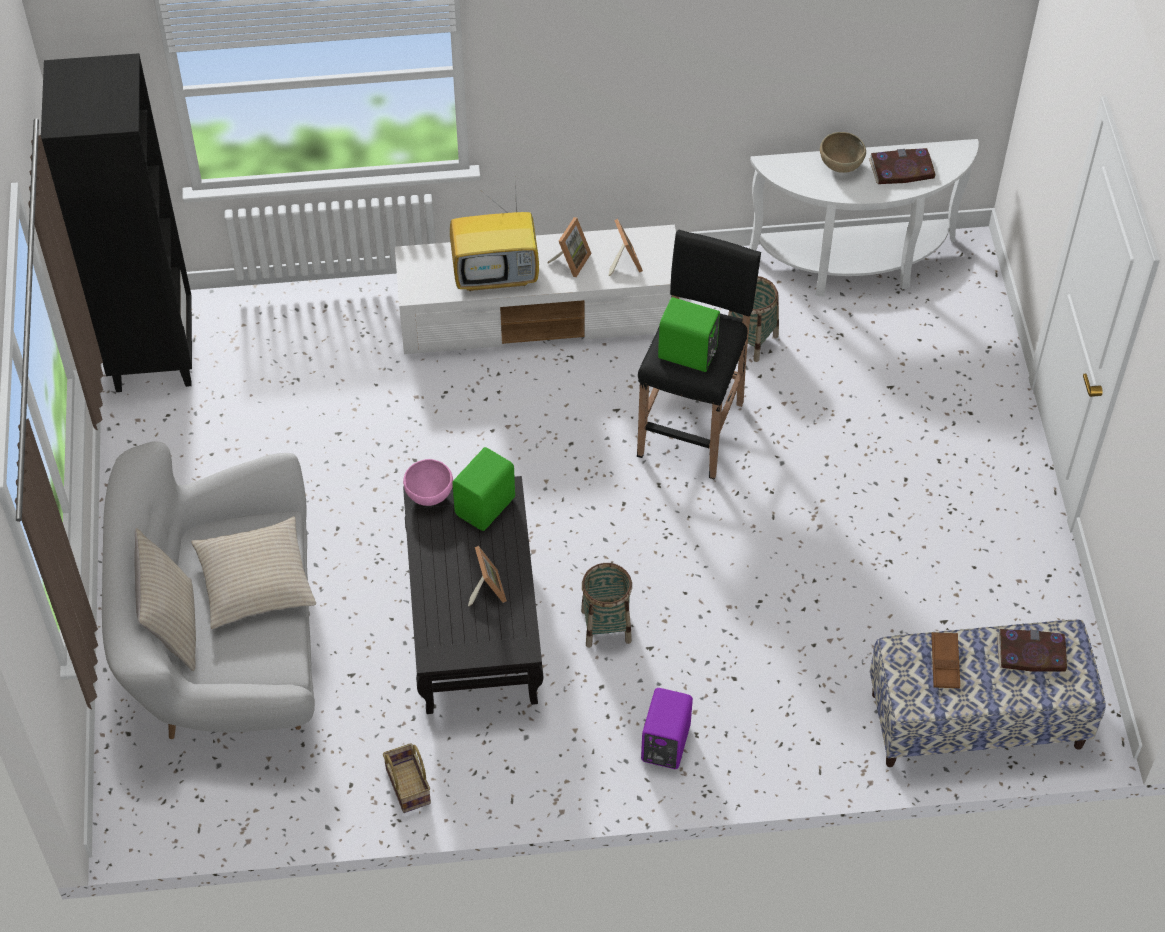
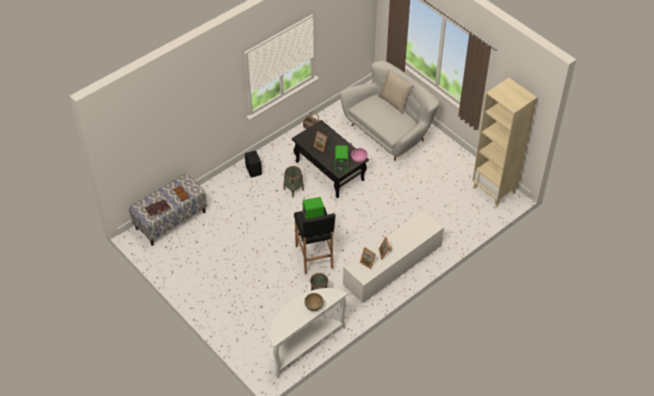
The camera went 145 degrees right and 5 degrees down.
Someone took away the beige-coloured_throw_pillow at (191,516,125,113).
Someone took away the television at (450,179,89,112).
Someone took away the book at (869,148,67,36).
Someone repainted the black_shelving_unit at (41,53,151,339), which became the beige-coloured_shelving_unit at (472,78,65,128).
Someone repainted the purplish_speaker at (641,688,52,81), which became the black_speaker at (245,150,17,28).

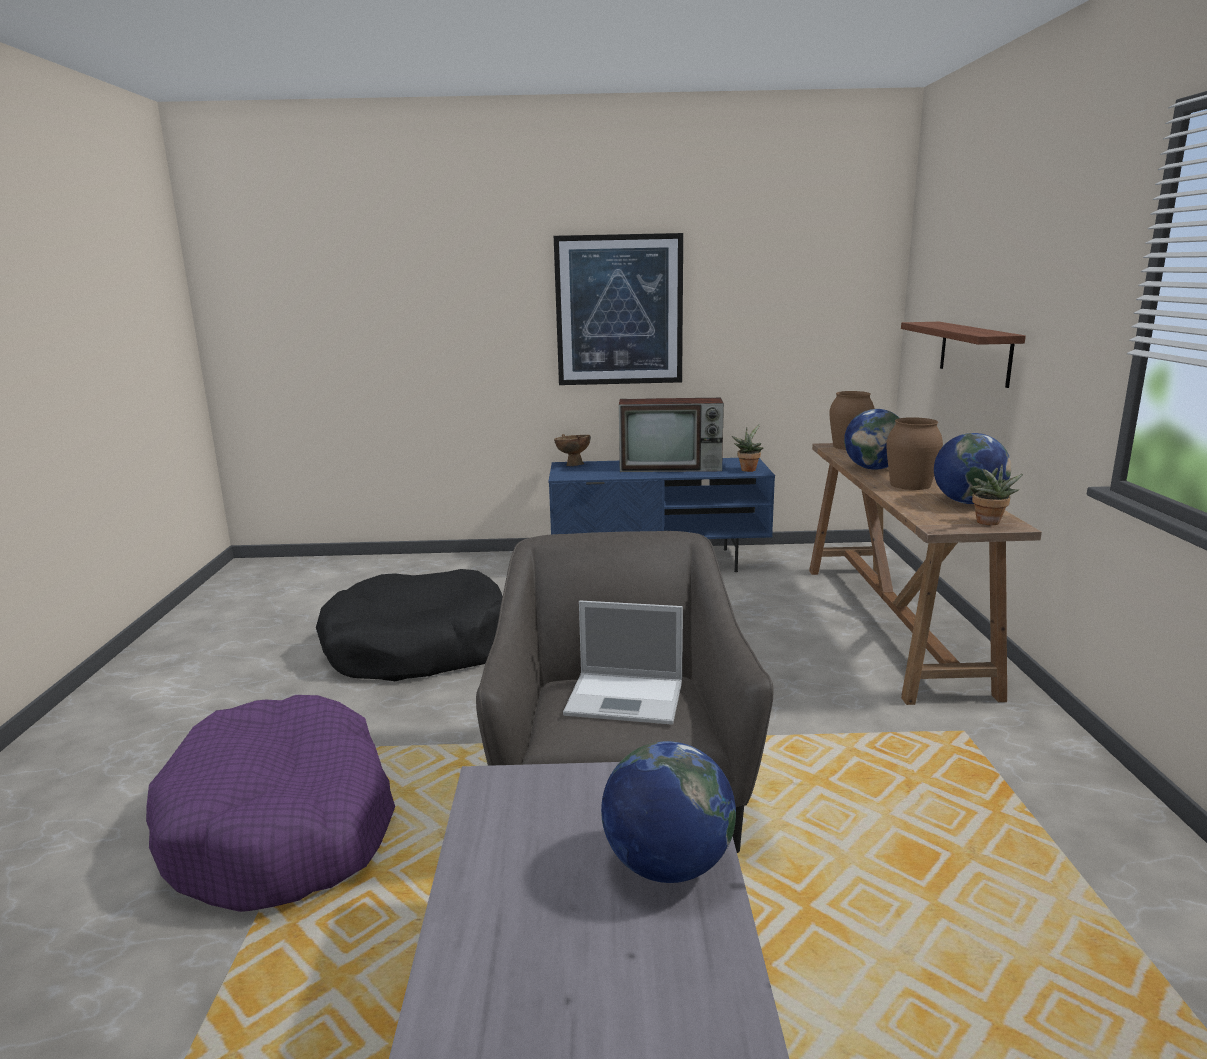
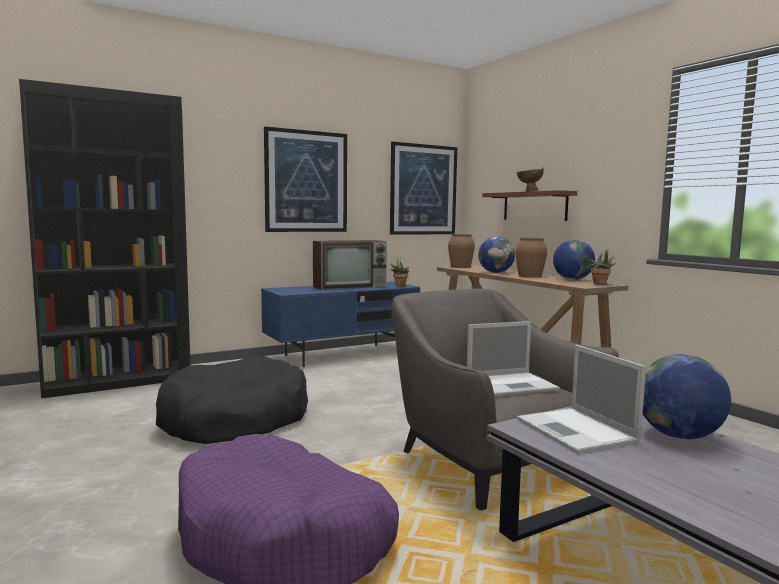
The camera went 30 degrees left and 10 degrees down.
Someone put down the black_shelving_unit at (19,79,171,320).
Someone put up the wall_picture at (390,141,67,94).
Someone put down the portable_computer at (517,345,129,109).
Someone carried the brown-coloured_bowl from (554,434,37,32) to (516,167,28,25).

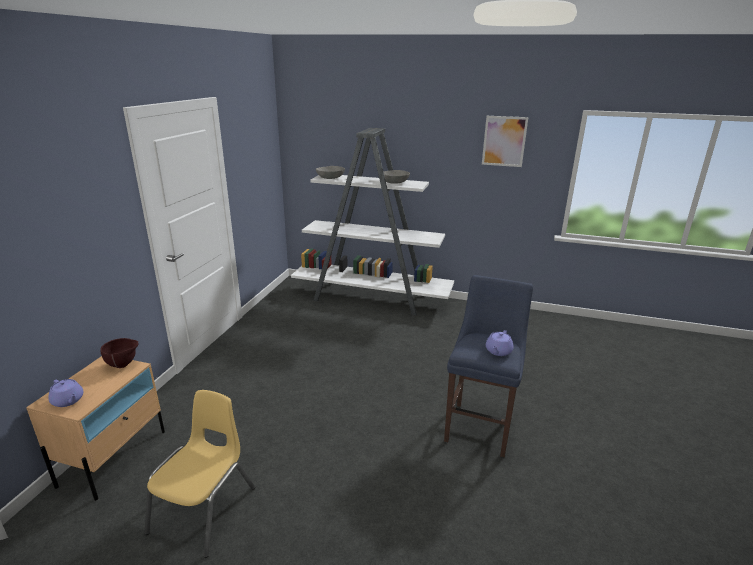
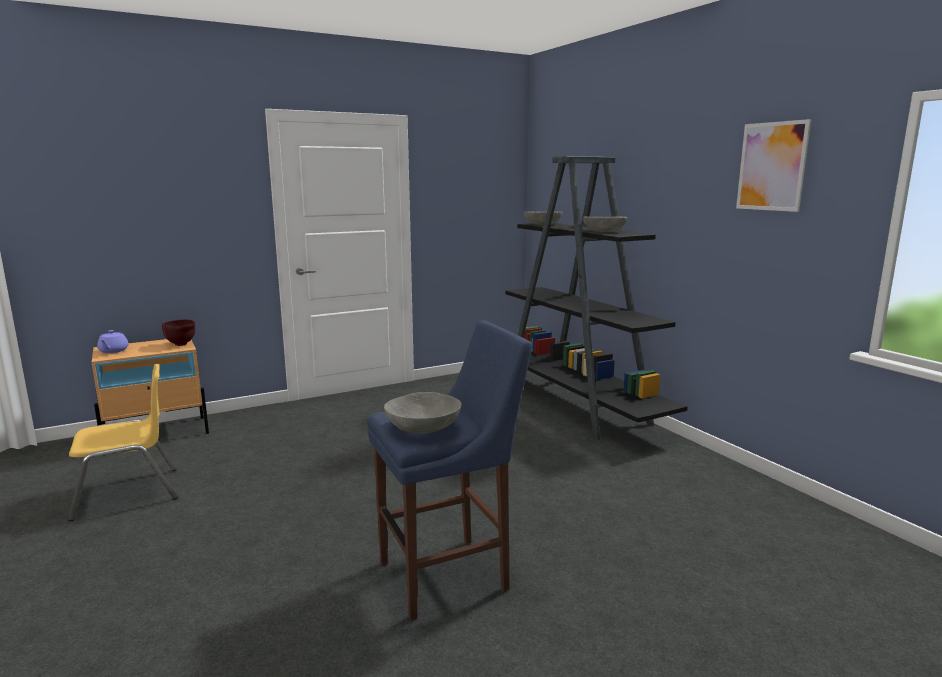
The camera went 45 degrees right and 10 degrees down.
Someone swapped the purplish_tea_pot at (486,330,28,26) for the grey_bowl at (384,392,78,42).
Someone repainted the whitish_shelving_unit at (291,128,163,188), which became the black_shelving_unit at (505,156,182,284).

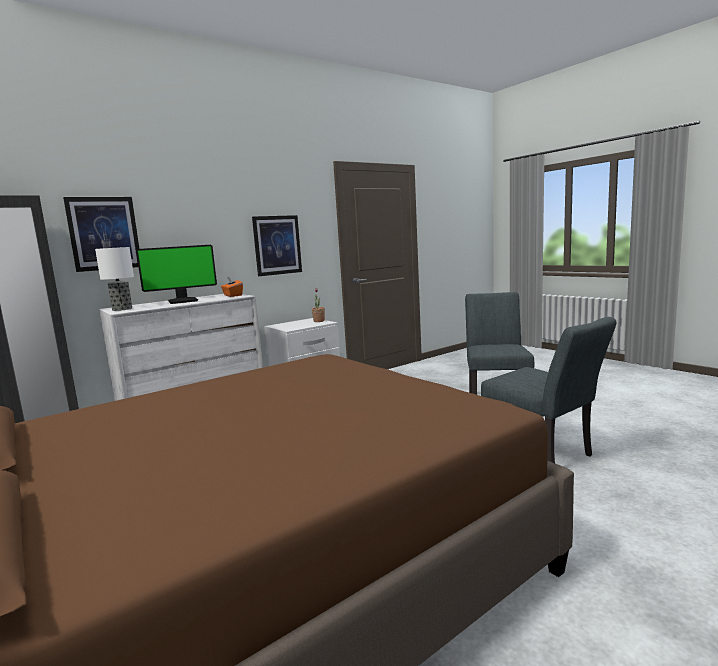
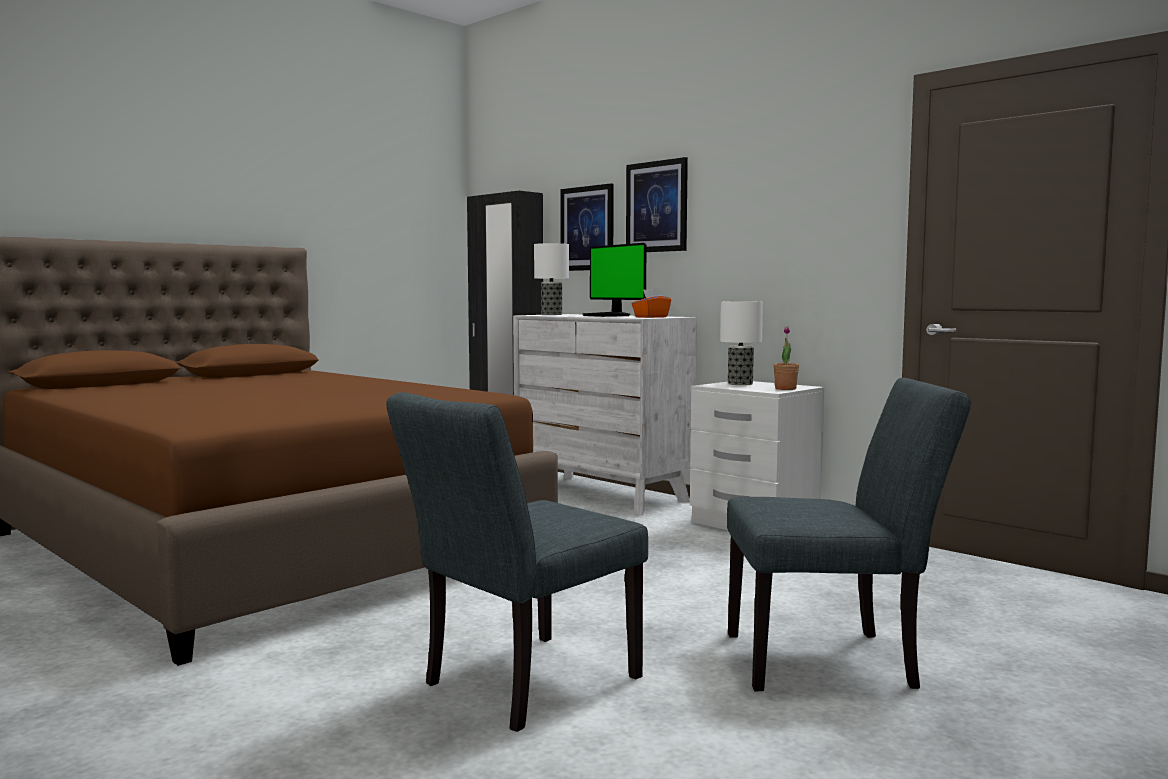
The camera went 80 degrees right and 5 degrees down.
Someone put down the tabletop_lamp at (720,301,43,84).
Someone carried the wall_picture from (252,215,50,61) to (626,157,62,95).

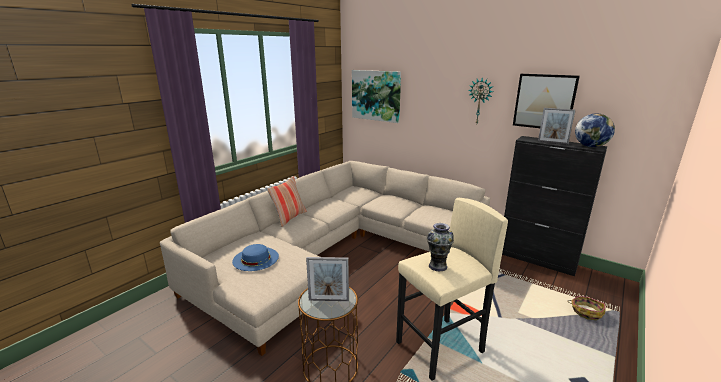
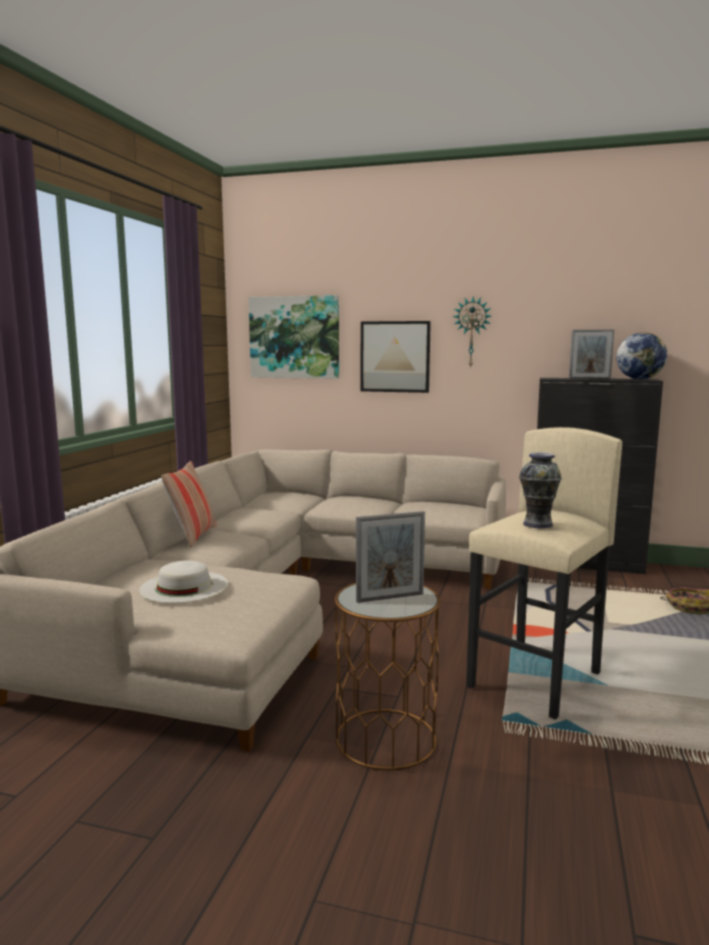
The camera went 20 degrees left and 10 degrees down.
Someone carried the wall_picture from (513,74,67,54) to (361,321,70,72).
Someone repainted the blue-coloured_hat at (232,244,47,27), which became the whitish_hat at (139,560,89,43).

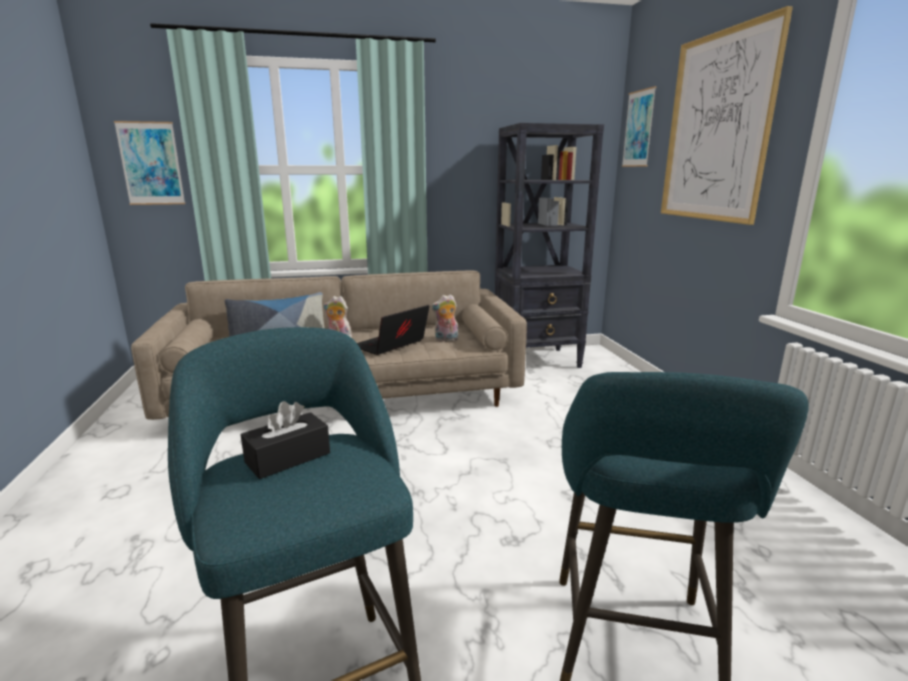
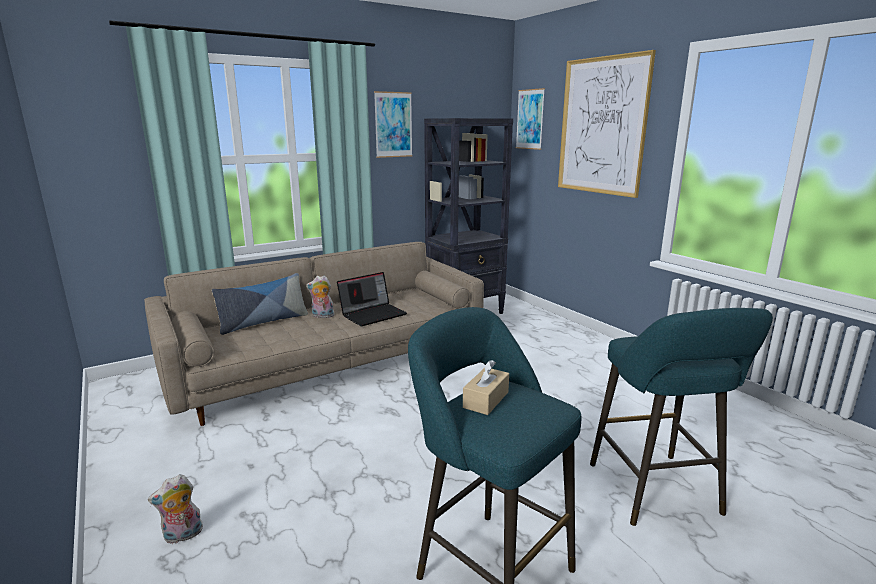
The camera went 20 degrees left and 0 degrees up.
Someone carried the wall_picture from (114,121,71,84) to (374,91,39,67).
Someone carried the cuddly_toy from (430,294,28,48) to (148,474,55,70).
Someone repainted the black_tissue_box at (241,401,89,78), which became the beige-coloured_tissue_box at (463,360,46,55).
Someone rotated the portable_computer at (357,305,72,50) by 150 degrees counterclockwise.

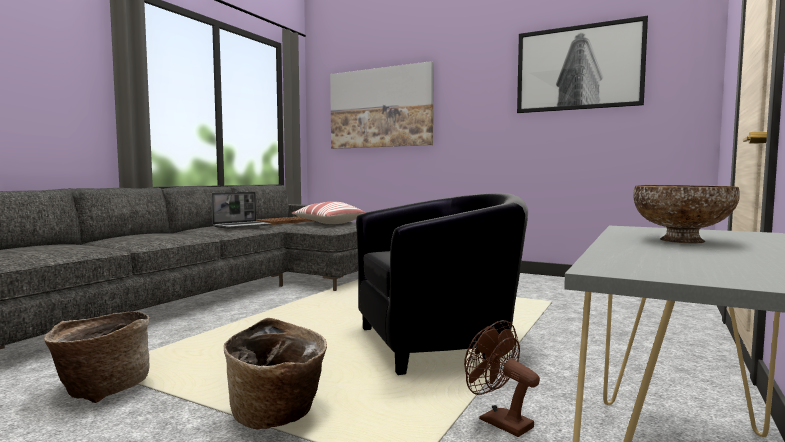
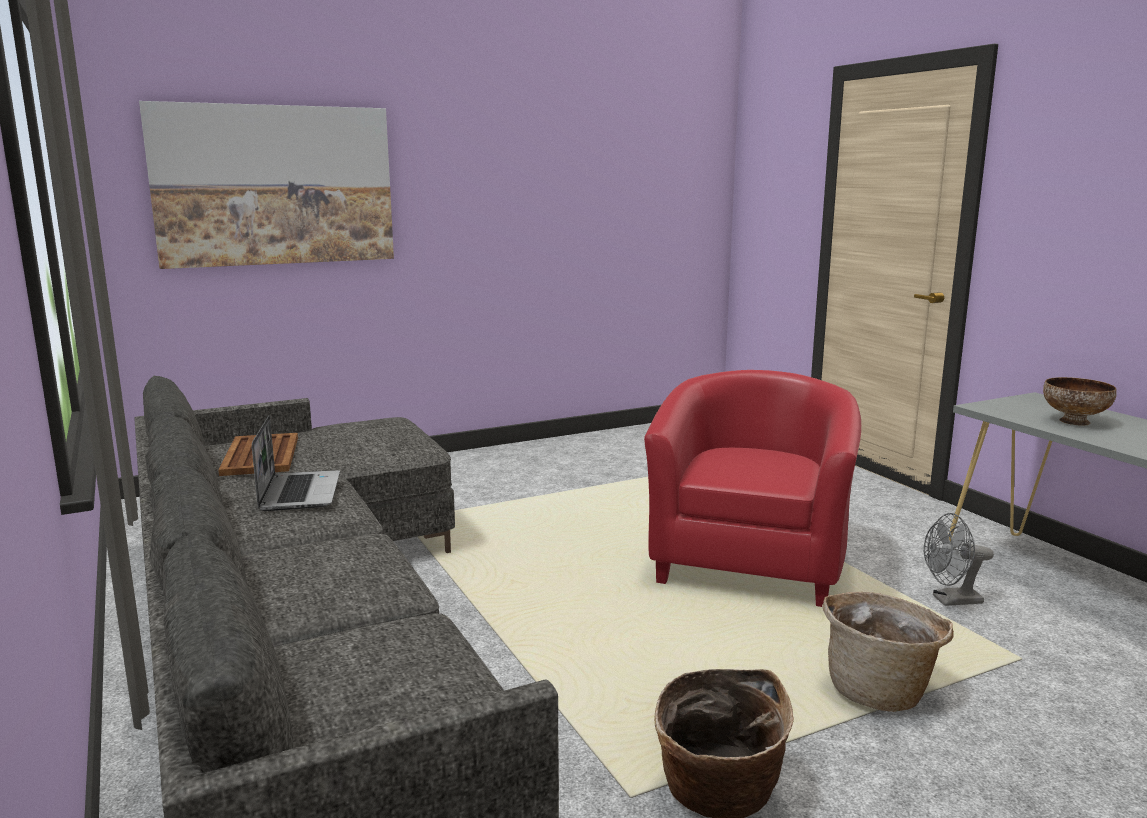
The camera went 55 degrees left and 10 degrees up.
Someone took away the throw_pillow at (292,201,73,23).
Someone took away the wall_picture at (517,16,131,97).
Someone repainted the black_lounge_chair at (356,193,172,182), which became the red-coloured_lounge_chair at (644,370,217,237).
Someone repainted the brown-coloured_cooling_fan at (464,320,76,117), which became the grey_cooling_fan at (924,513,70,93).

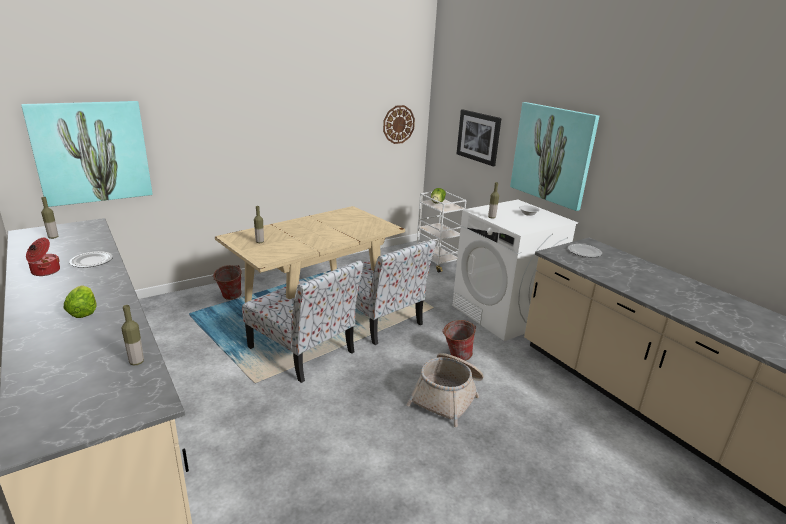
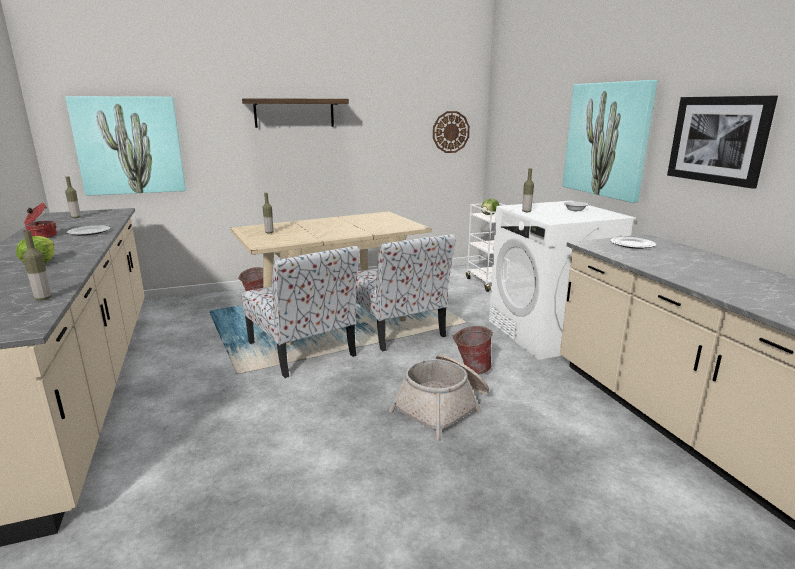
The camera went 15 degrees right and 5 degrees down.
Someone put up the wall_shelf at (242,98,107,30).
Someone carried the wall_picture from (457,109,44,57) to (667,96,111,93).

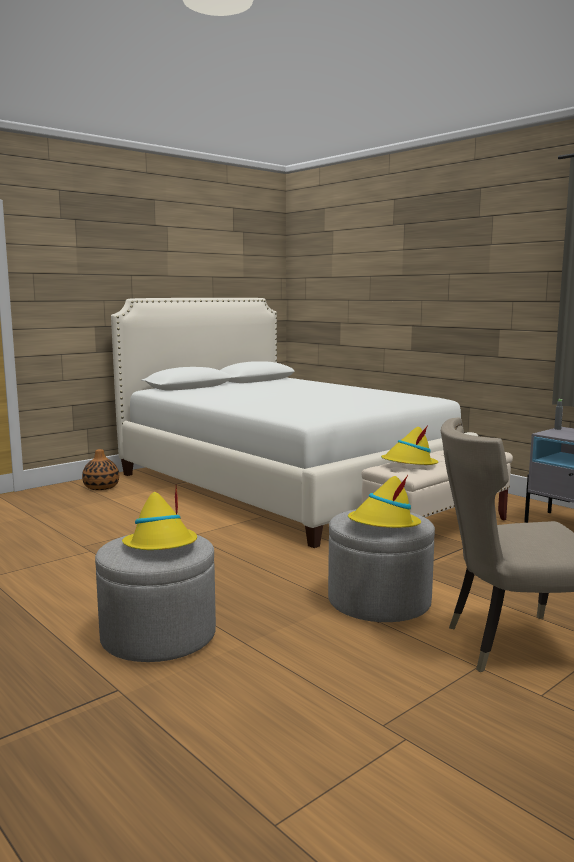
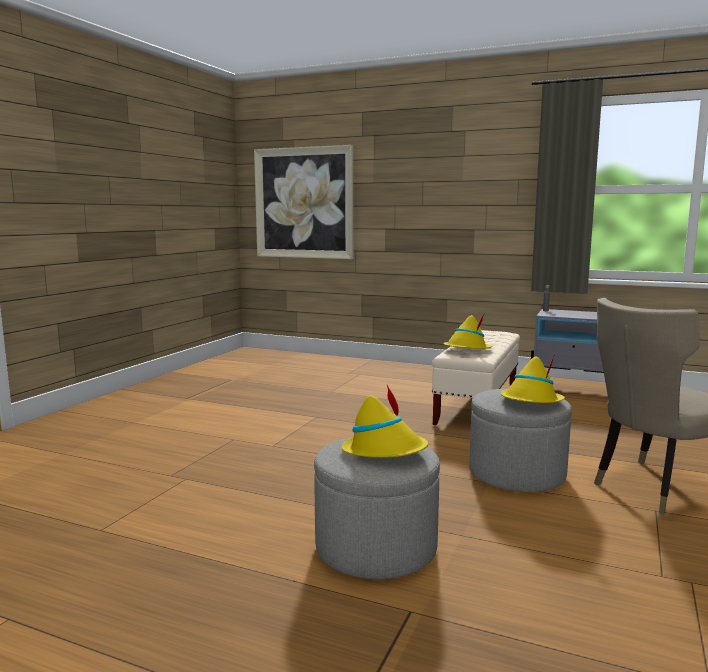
The camera went 25 degrees left and 0 degrees up.
Someone took away the flower_vase at (82,449,37,41).
Someone took away the whitish_sleeping_bed at (111,298,367,250).
Someone put up the wall_picture at (254,145,99,114).

